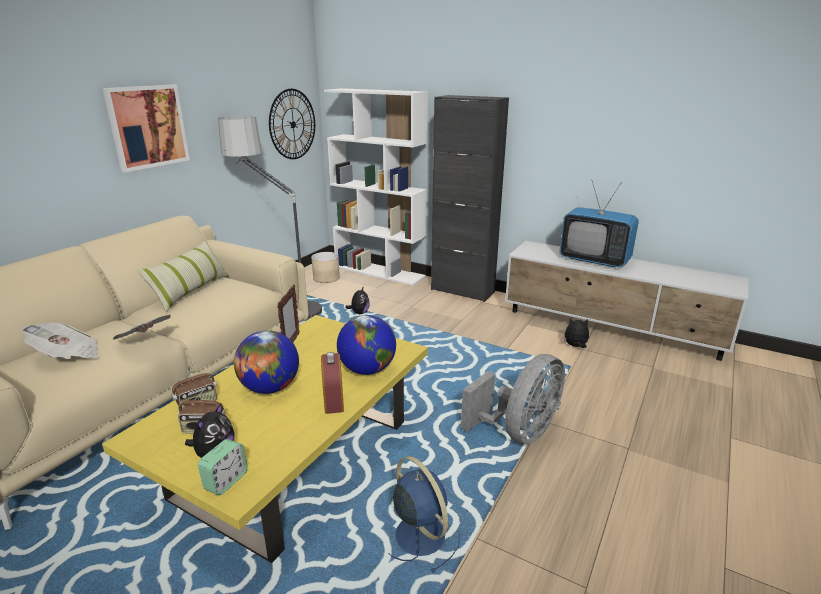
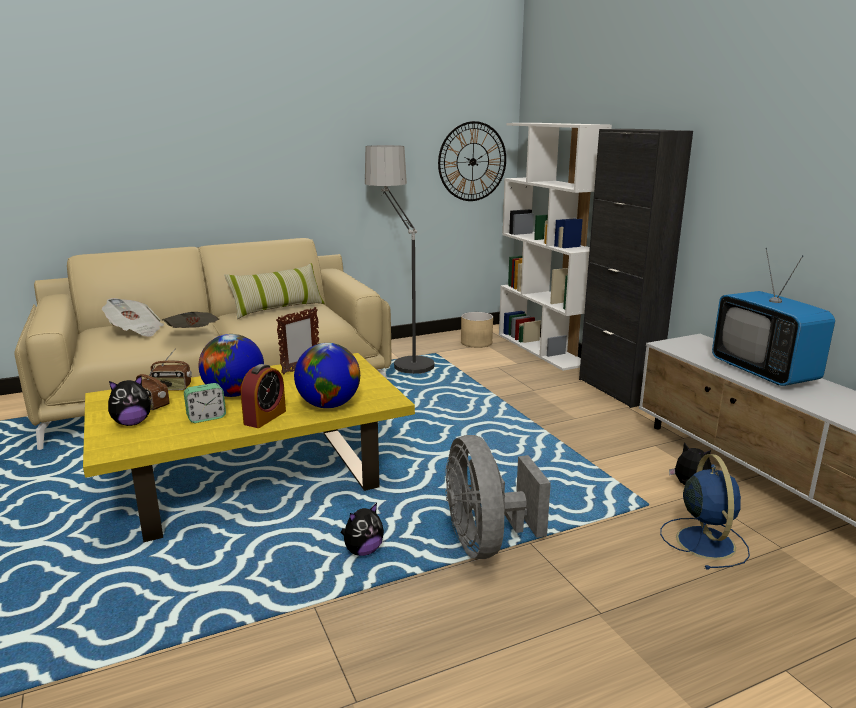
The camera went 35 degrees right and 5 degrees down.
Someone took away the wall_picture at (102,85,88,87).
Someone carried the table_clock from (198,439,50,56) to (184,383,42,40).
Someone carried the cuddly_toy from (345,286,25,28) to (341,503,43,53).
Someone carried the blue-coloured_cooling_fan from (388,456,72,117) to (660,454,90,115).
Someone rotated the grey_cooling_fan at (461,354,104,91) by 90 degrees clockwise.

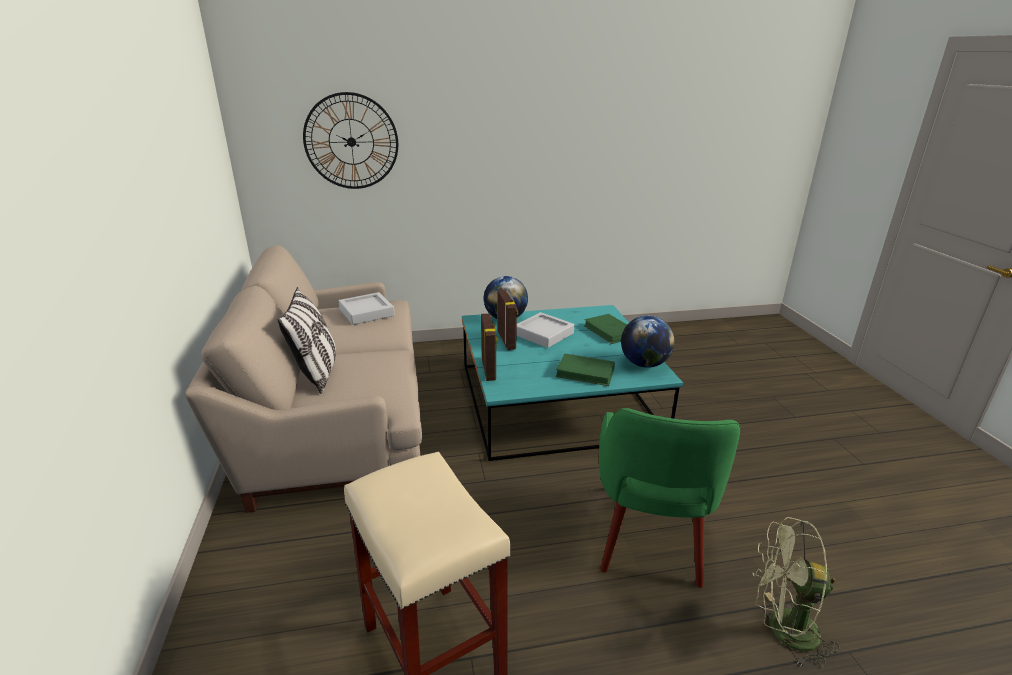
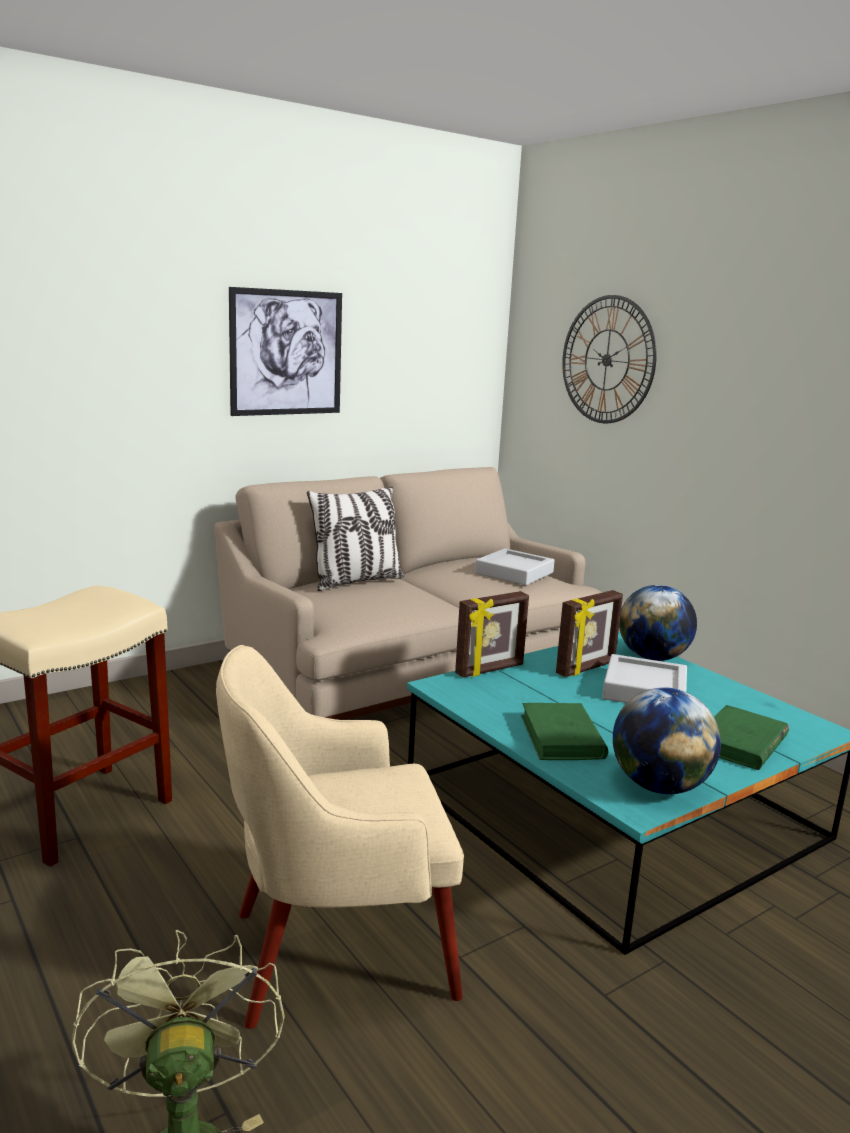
The camera went 65 degrees right and 10 degrees down.
Someone put up the wall_picture at (229,287,113,129).
Someone repainted the greenish_lounge_chair at (599,408,141,180), which became the beige-coloured_lounge_chair at (216,645,248,384).

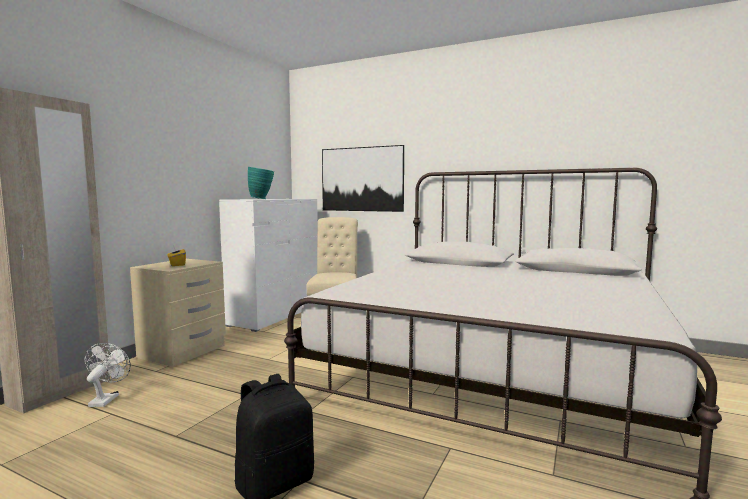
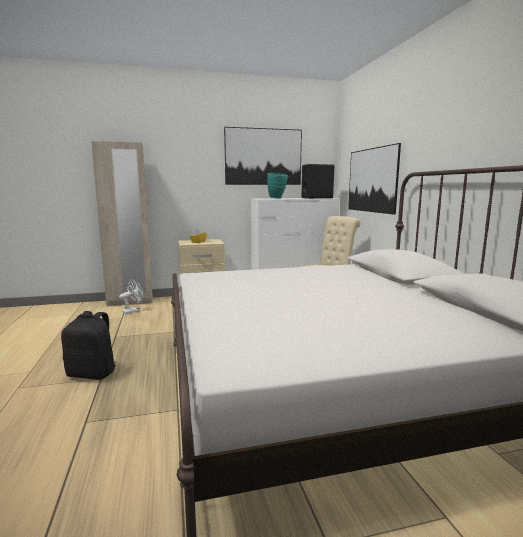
The camera went 50 degrees right and 5 degrees up.
Someone put up the wall_picture at (224,127,78,58).
Someone put down the black_speaker at (302,164,32,35).

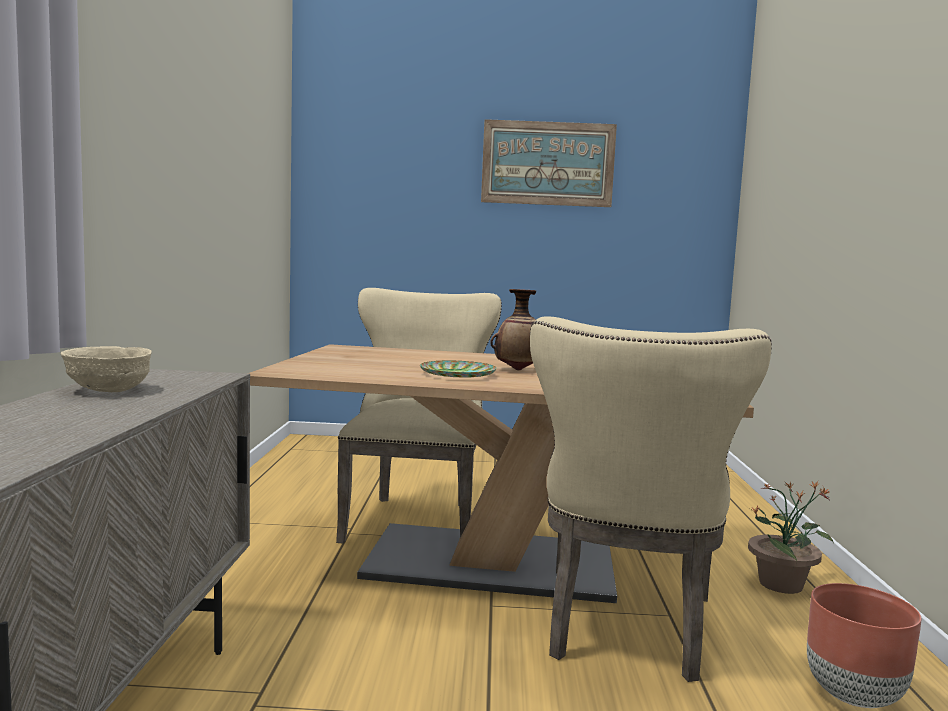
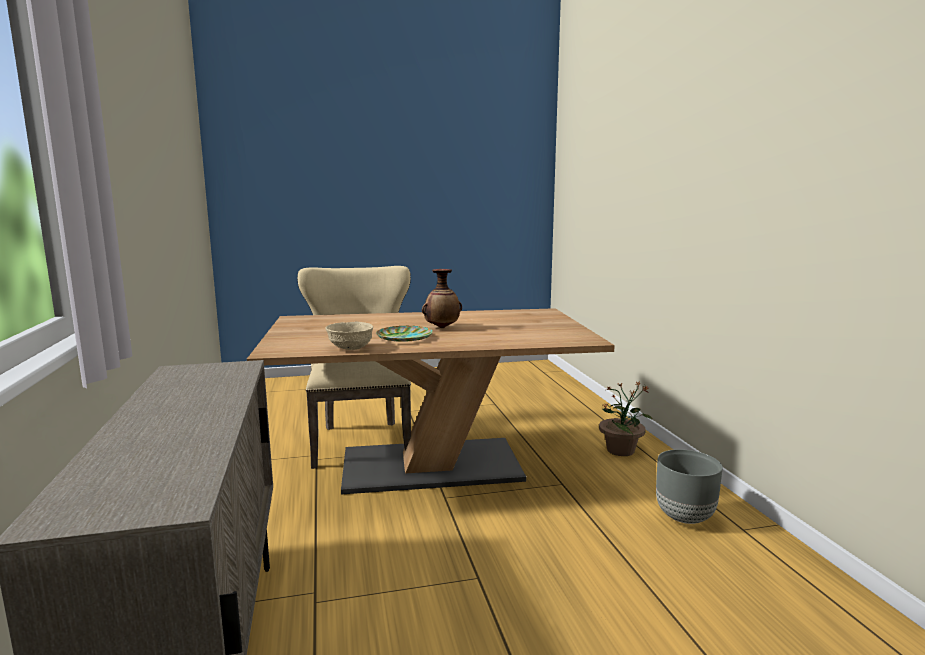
The camera went 15 degrees left and 5 degrees up.
Someone took away the wall_picture at (481,119,136,88).
Someone took away the beige-coloured_plain_chair at (530,316,242,366).
Someone carried the beige-coloured_bowl from (61,346,91,46) to (326,322,47,28).
Someone repainted the brown-coloured_flower_pot at (807,583,114,125), which became the grey_flower_pot at (656,449,67,75).

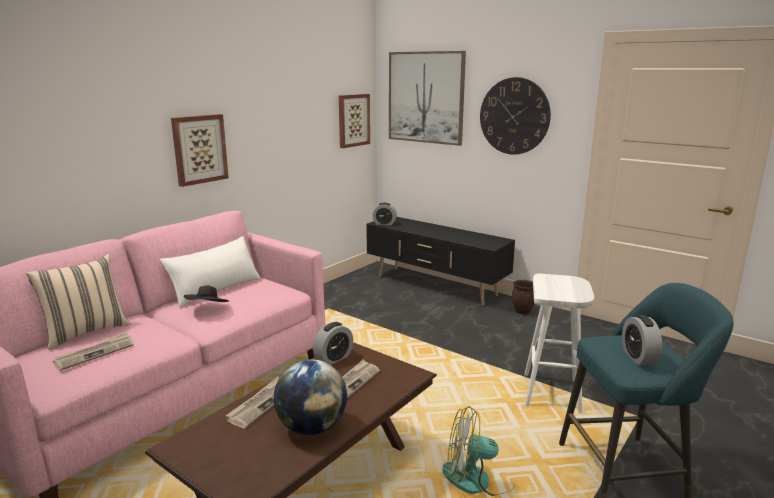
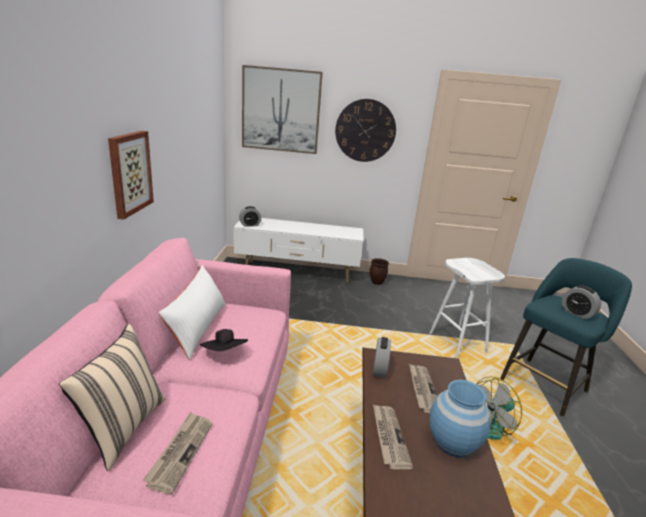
The camera went 35 degrees left and 5 degrees up.
Someone took away the wall_picture at (339,94,31,54).
Someone swapped the world_globe at (274,359,73,76) for the blue-coloured_flower_vase at (429,380,62,77).
Someone repainted the black_media_console at (366,217,149,88), which became the whitish_media_console at (234,218,129,65).

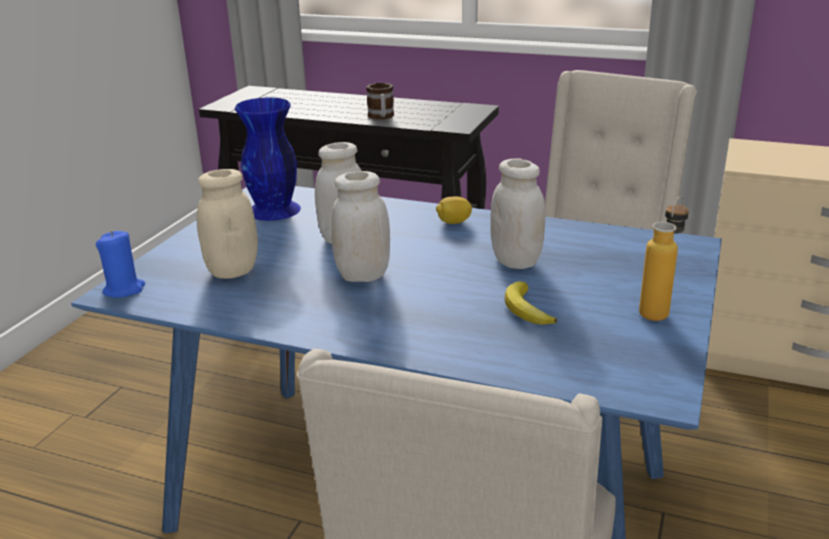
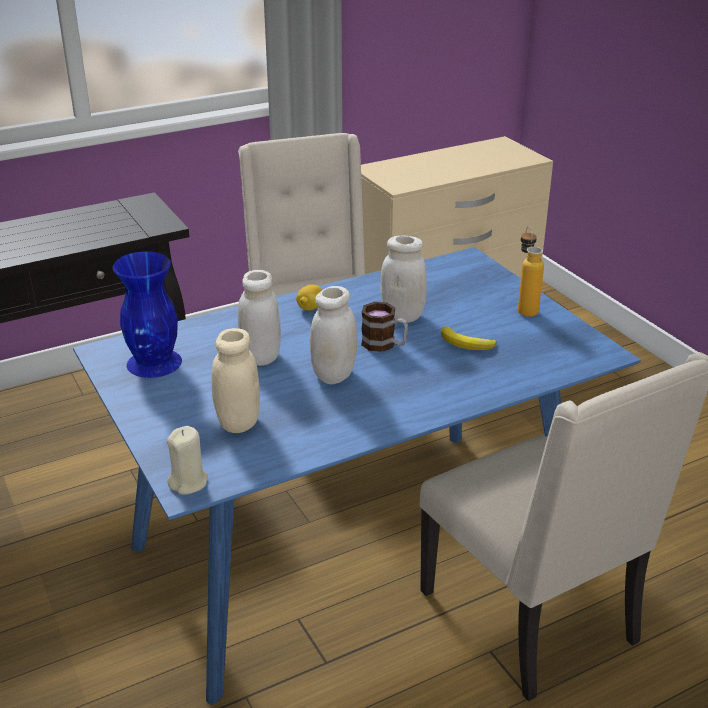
The camera went 50 degrees left and 5 degrees up.
Someone carried the coffee_mug from (366,83,28,37) to (361,302,47,50).
Someone repainted the blue-coloured_wax_candle at (96,231,49,67), which became the beige-coloured_wax_candle at (167,426,41,69).

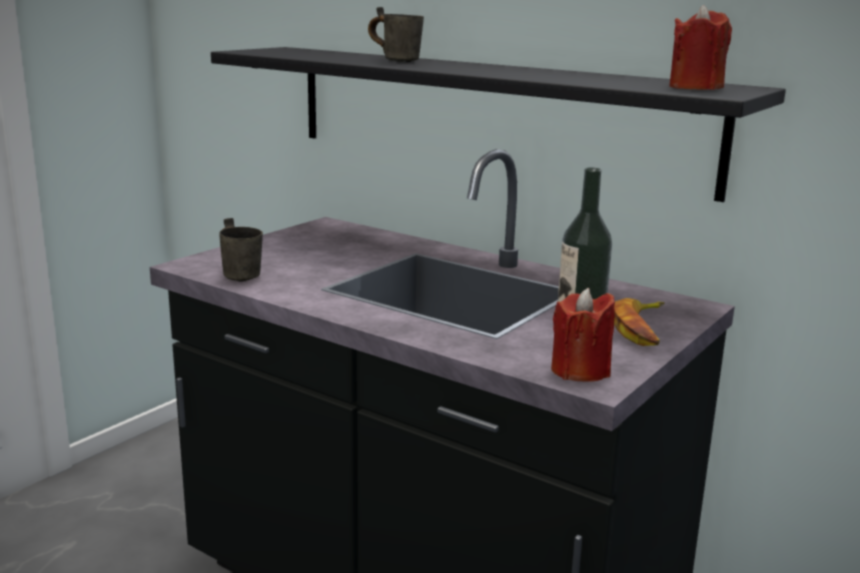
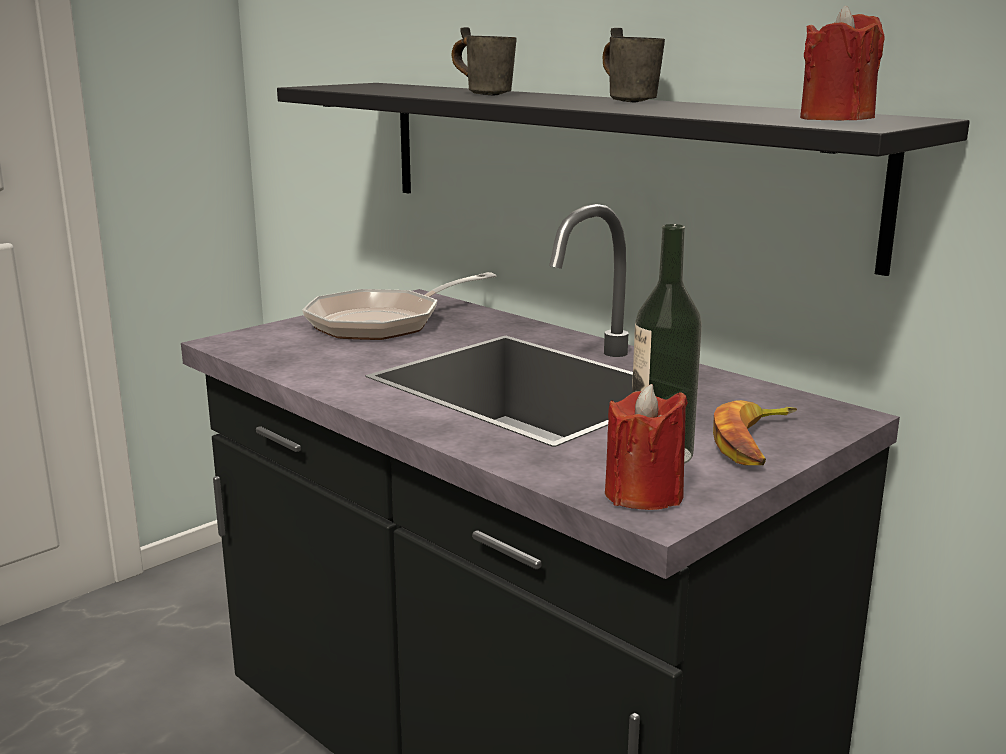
The camera went 10 degrees right and 0 degrees up.
Someone put down the pan at (302,272,194,68).
Someone carried the grey_coffee_mug from (219,218,44,63) to (603,28,62,74).

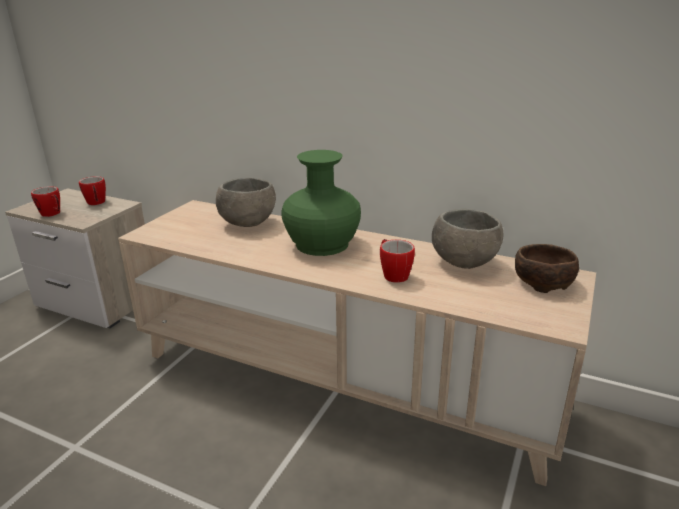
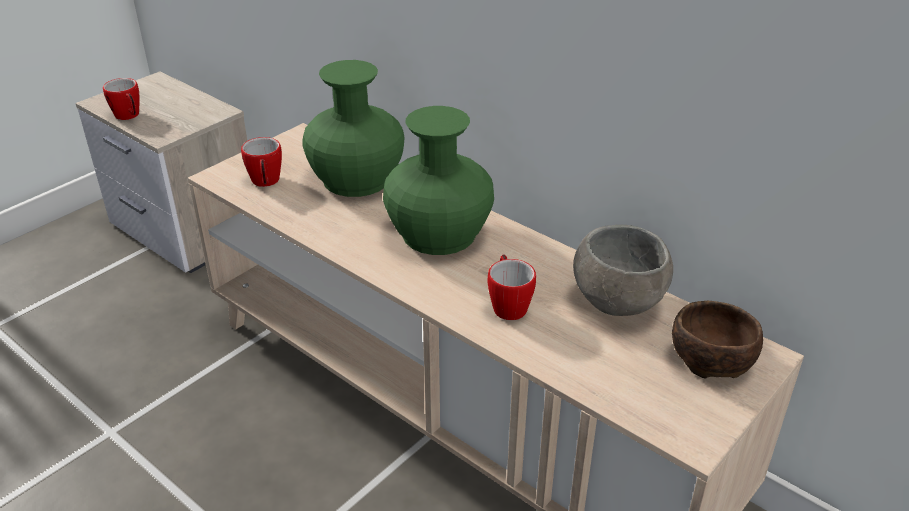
The camera went 15 degrees right and 10 degrees up.
Someone carried the coffee_mug from (79,176,27,29) to (241,137,41,50).
Someone swapped the grey_bowl at (216,178,60,49) for the greenish_flower_vase at (302,60,102,137).

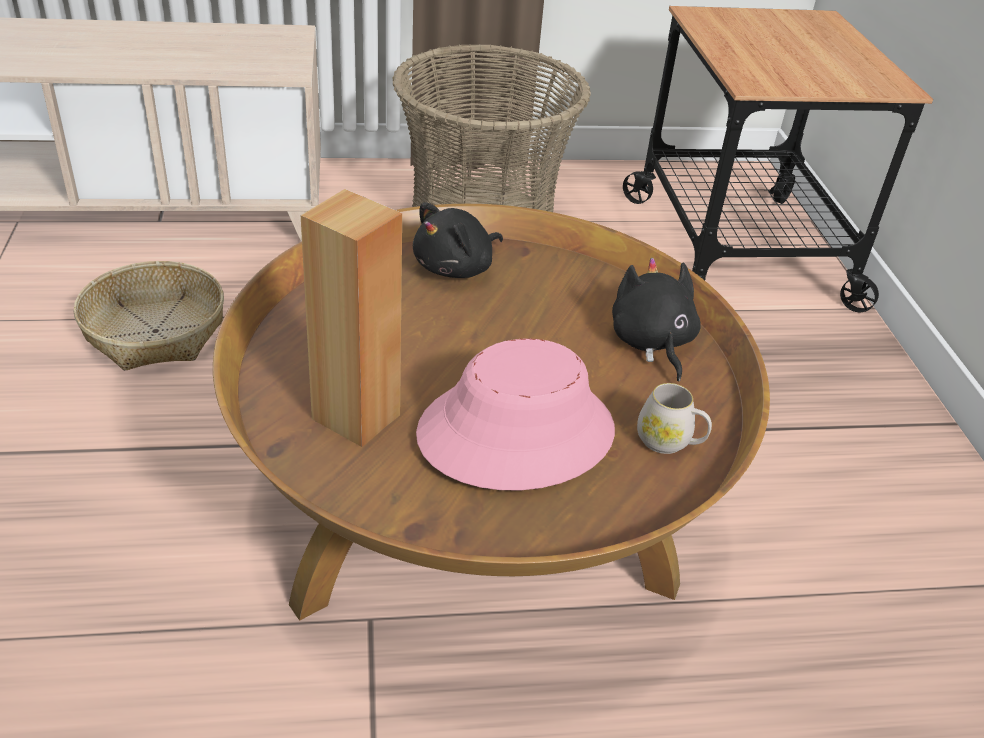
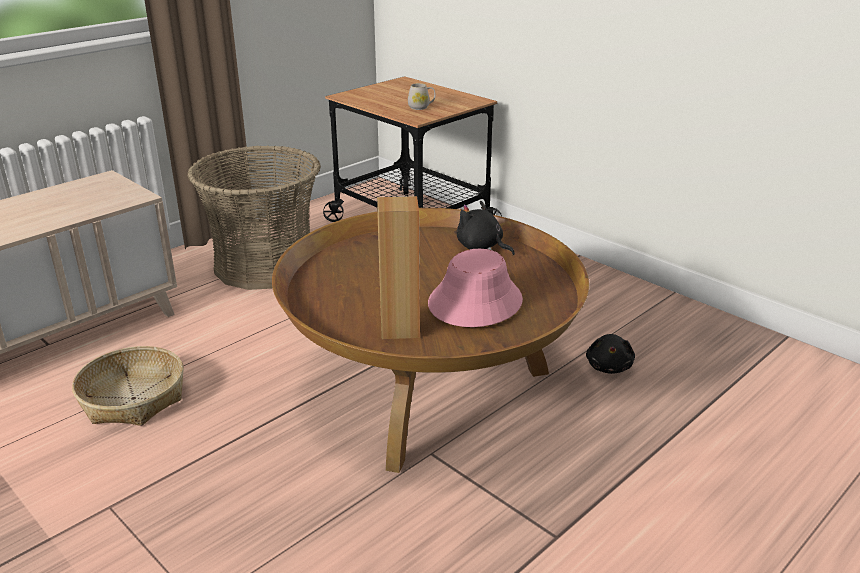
The camera went 35 degrees left and 10 degrees down.
Someone carried the black_cuddly_toy from (413,202,90,76) to (586,334,49,40).
Someone carried the whitish_coffee_mug from (637,383,75,71) to (408,83,28,27).

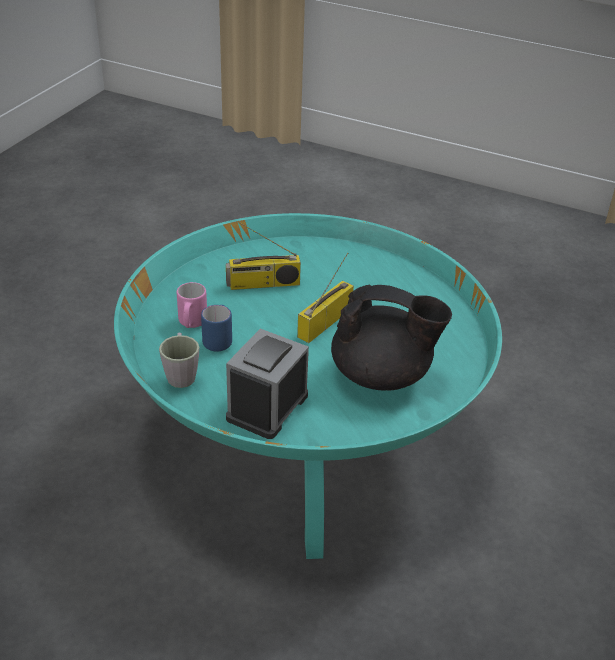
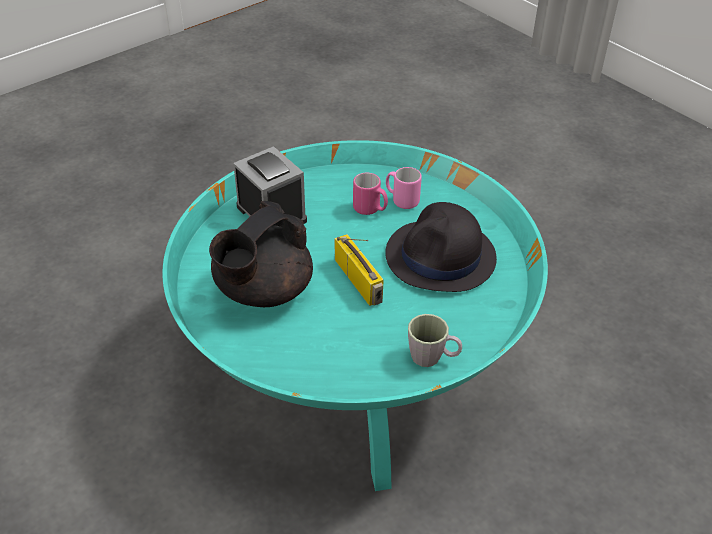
The camera went 115 degrees right and 5 degrees up.
Someone carried the grey_coffee_mug from (159,333,40,55) to (408,314,54,53).
Someone swapped the radio_receiver at (226,223,75,67) for the black_hat at (385,202,112,90).
Someone repainted the blue-coloured_coffee_mug at (201,305,31,46), which became the pink-coloured_coffee_mug at (353,173,35,42).

